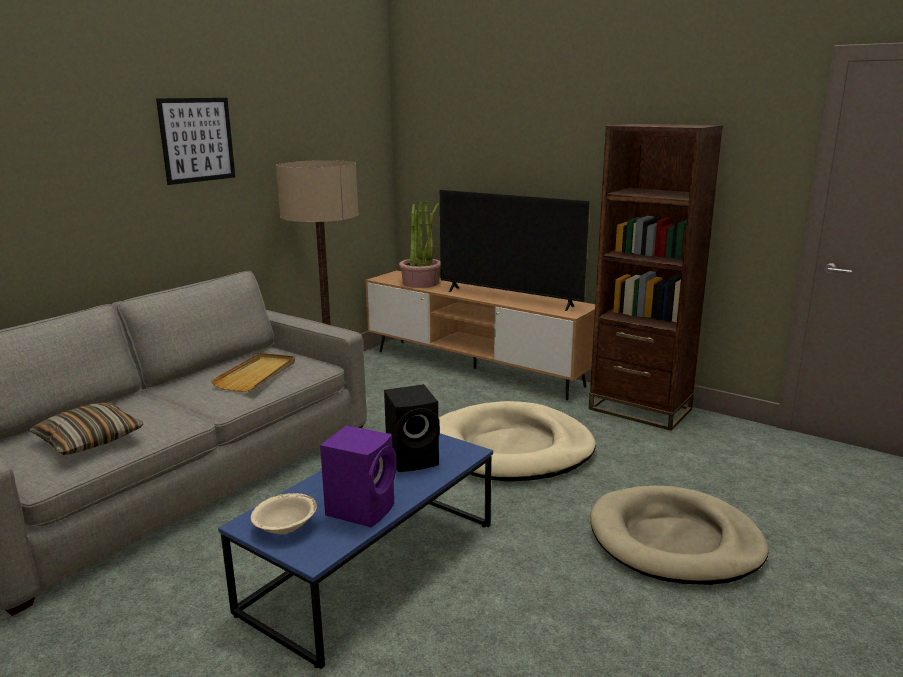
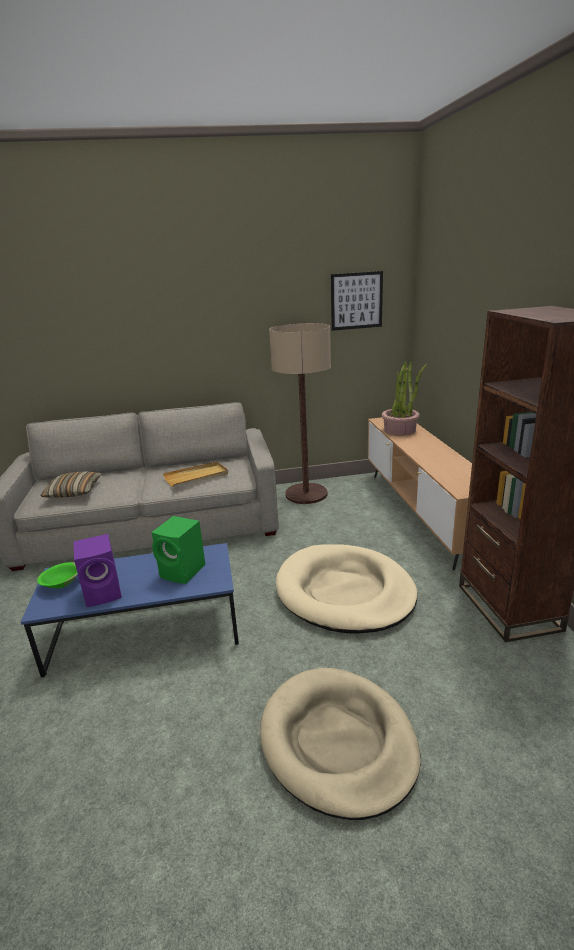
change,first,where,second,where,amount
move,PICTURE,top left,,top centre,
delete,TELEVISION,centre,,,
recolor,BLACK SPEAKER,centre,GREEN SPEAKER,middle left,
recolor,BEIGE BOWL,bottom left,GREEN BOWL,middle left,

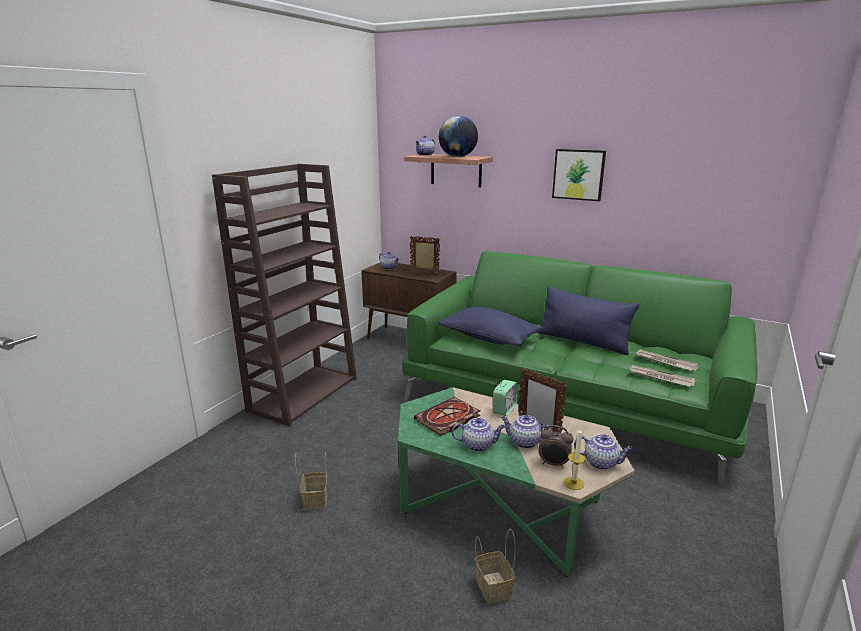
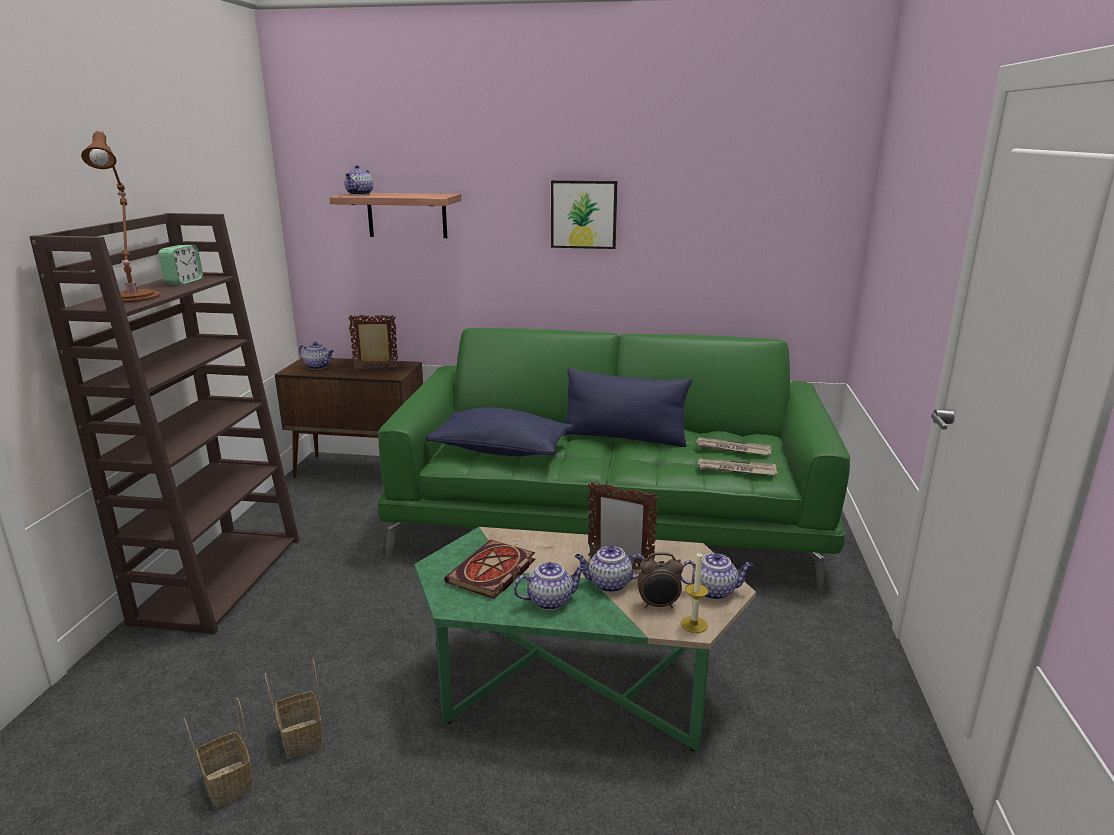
change,first,where,second,where,amount
delete,GLOBE,top centre,,,
move,ALARM CLOCK (1st from left),centre,,top left,
move,BASKET (2nd from left in the first image),bottom centre,BASKET (1st from left),bottom left,
insert,,,BROWN TABLE LAMP,top left,

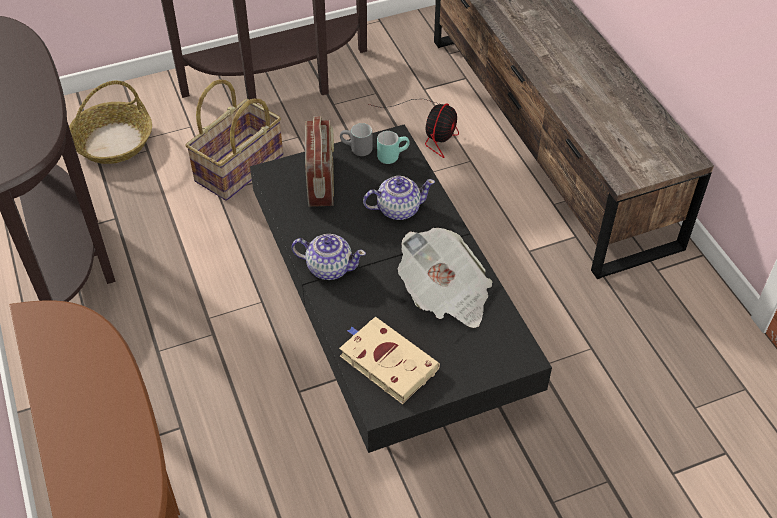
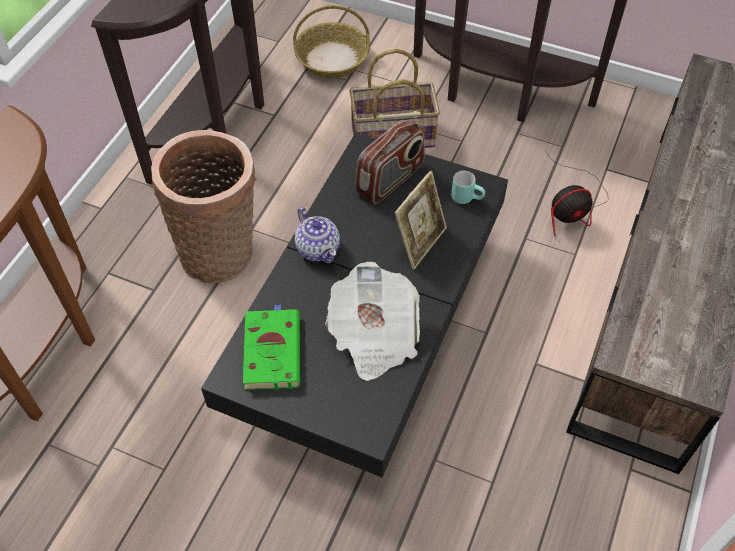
change,first,where,second,where,amount
delete,GREY MUG,top centre,,,
replace,TEAPOT (2nd from left),centre,PICTURE FRAME,centre,
recolor,BEIGE BOOK,bottom centre,GREEN BOOK,centre,
insert,,,BASKET (1st from left),middle left,

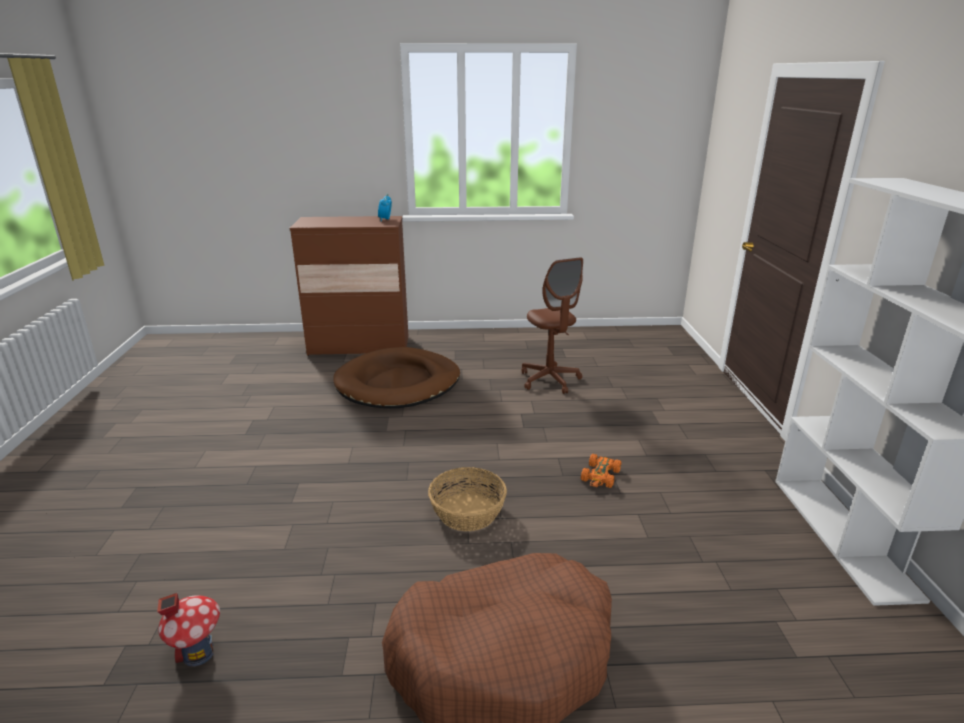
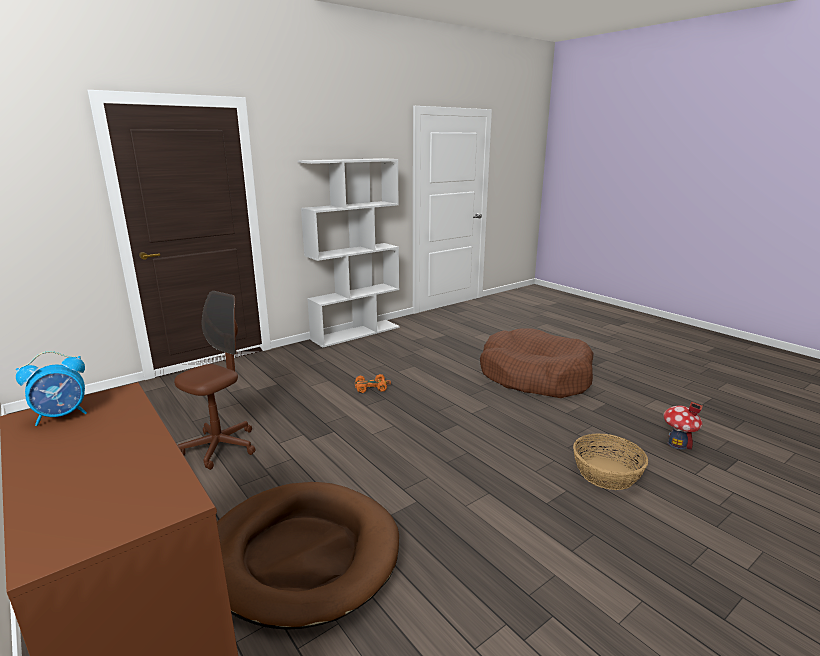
change,first,where,second,where,amount
move,BASKET,bottom centre,,bottom right,

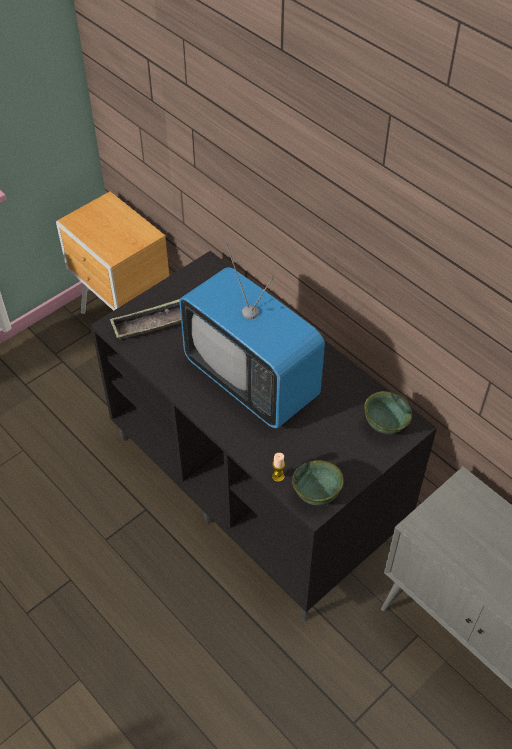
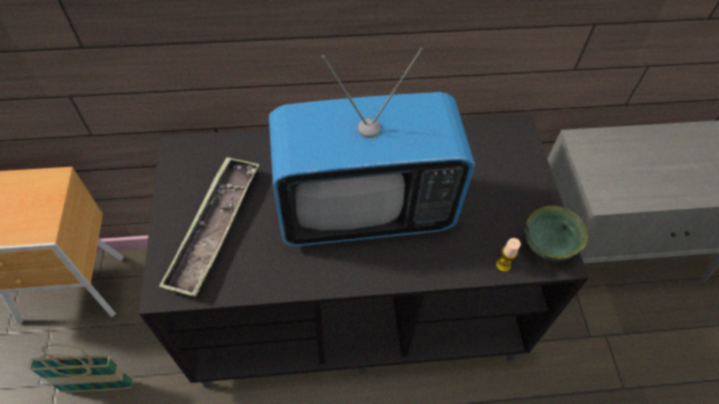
change,first,where,second,where,amount
delete,GREEN BOWL (2nd from left),middle right,,,
insert,,,BASKET,bottom left,

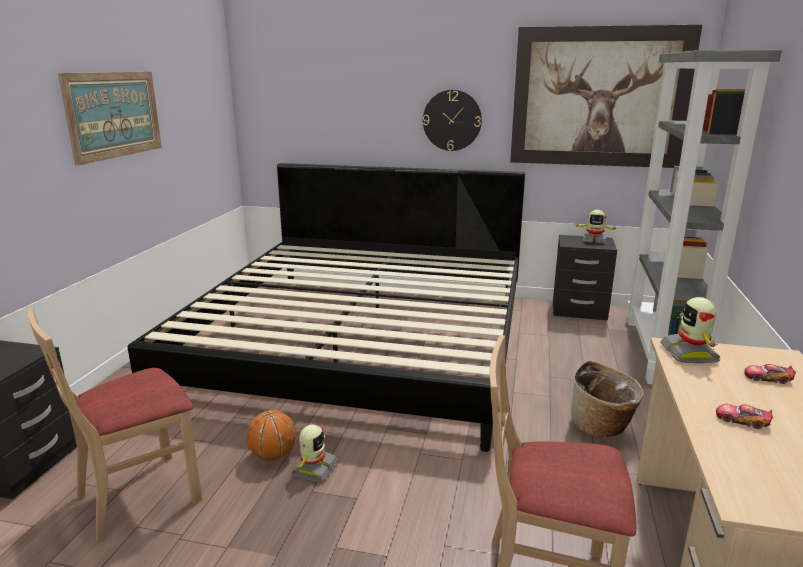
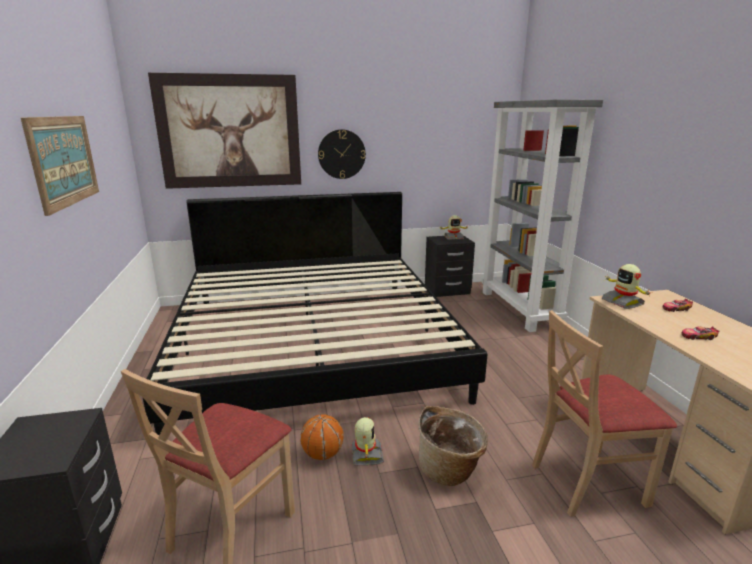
change,first,where,second,where,amount
move,PICTURE (2nd from left),top right,,top left,
move,BASKET,bottom right,,bottom centre,

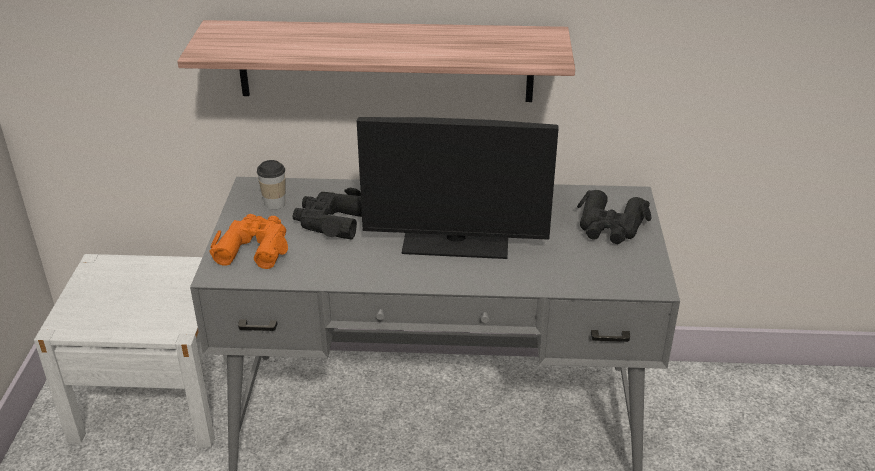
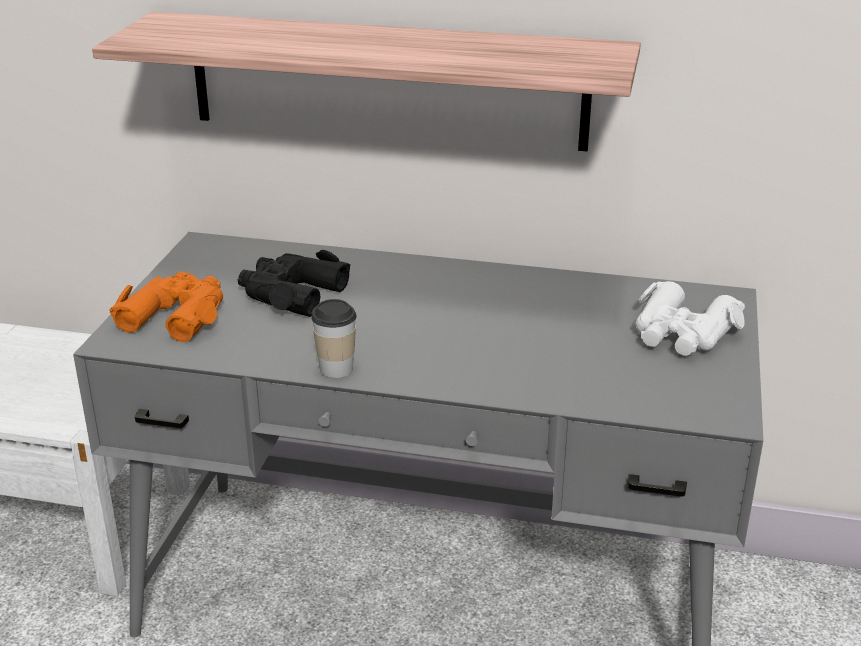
change,first,where,second,where,amount
delete,MONITOR,centre,,,
move,CUP,middle left,,centre,
recolor,BLACK BINOCULARS (2nd from left),middle right,WHITE BINOCULARS,middle right,

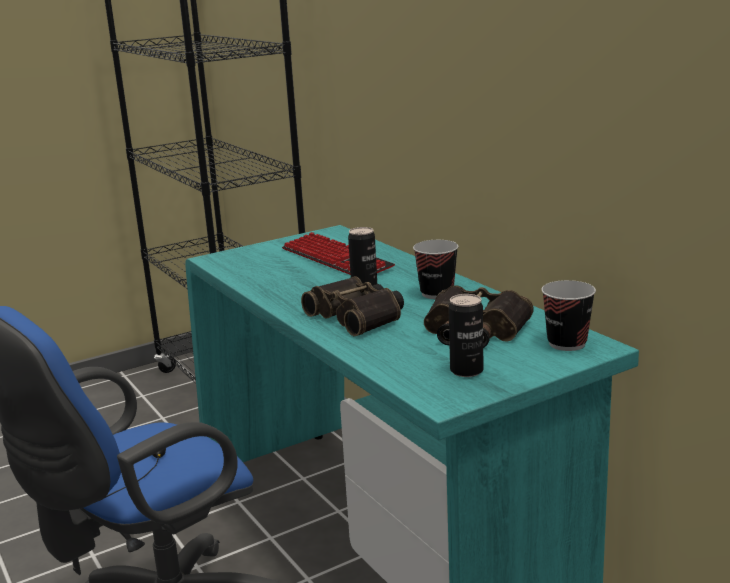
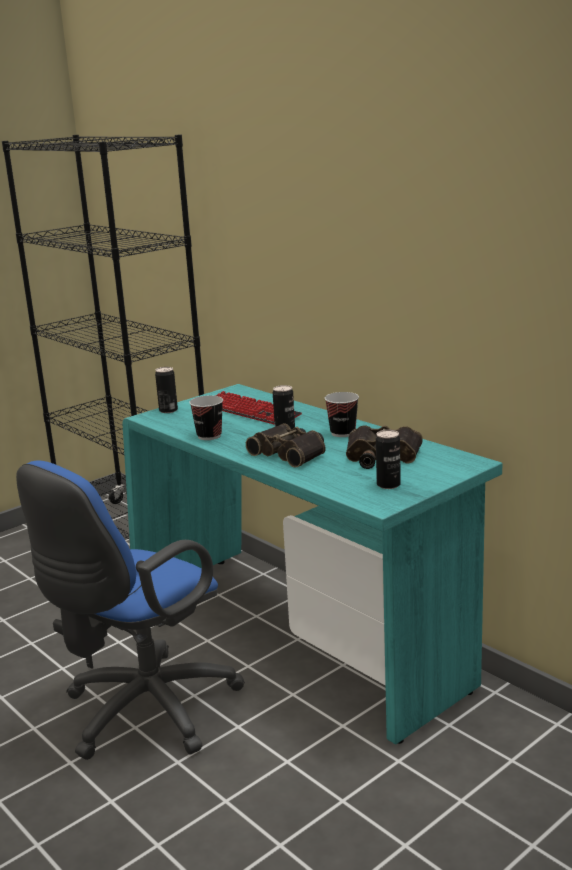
change,first,where,second,where,amount
move,CUP (2nd from left in the first image),middle right,CUP (1st from left),centre,
insert,,,CAN (1st from left),middle left,

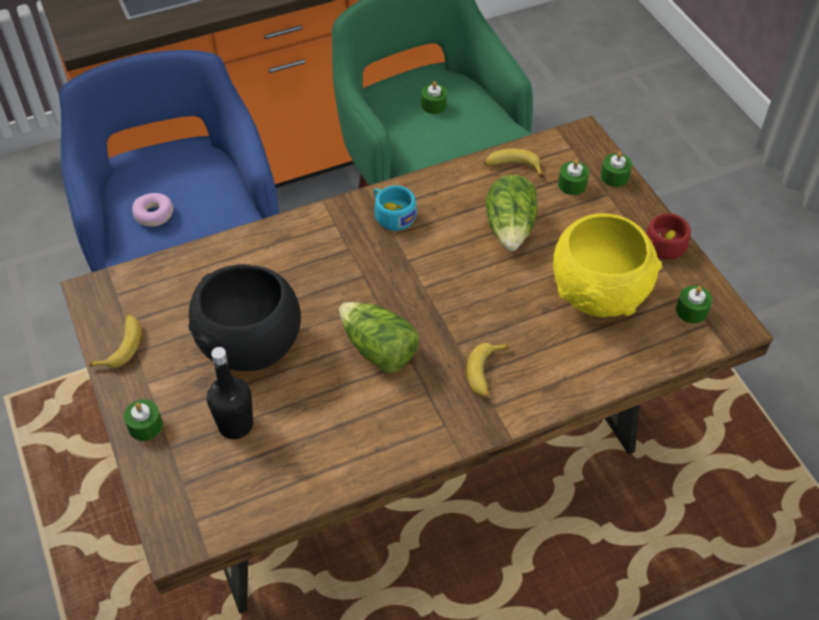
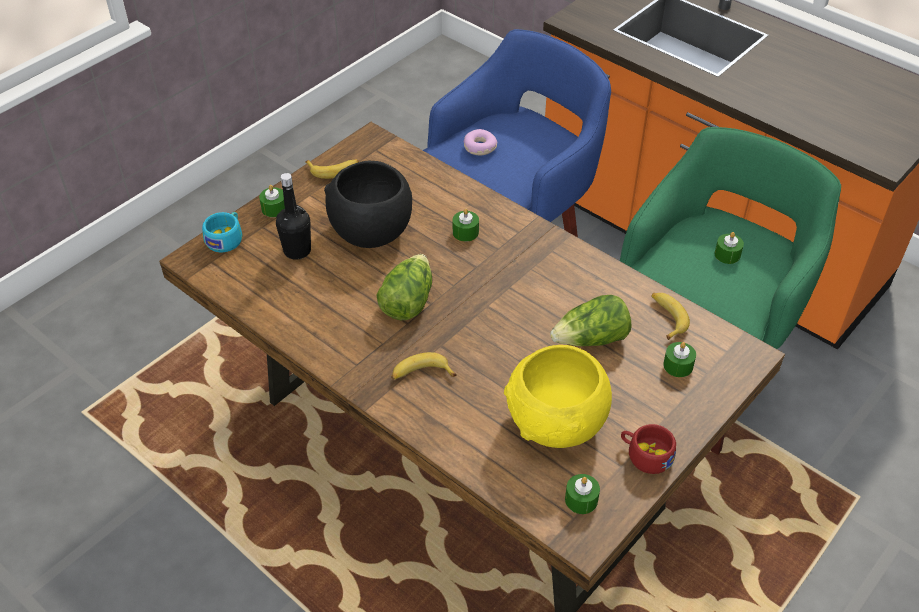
change,first,where,second,where,amount
move,GREEN CANDLE (4th from left in the first image),top right,GREEN CANDLE (2nd from left),centre,
move,TURQUOISE CUP,centre,,middle left,

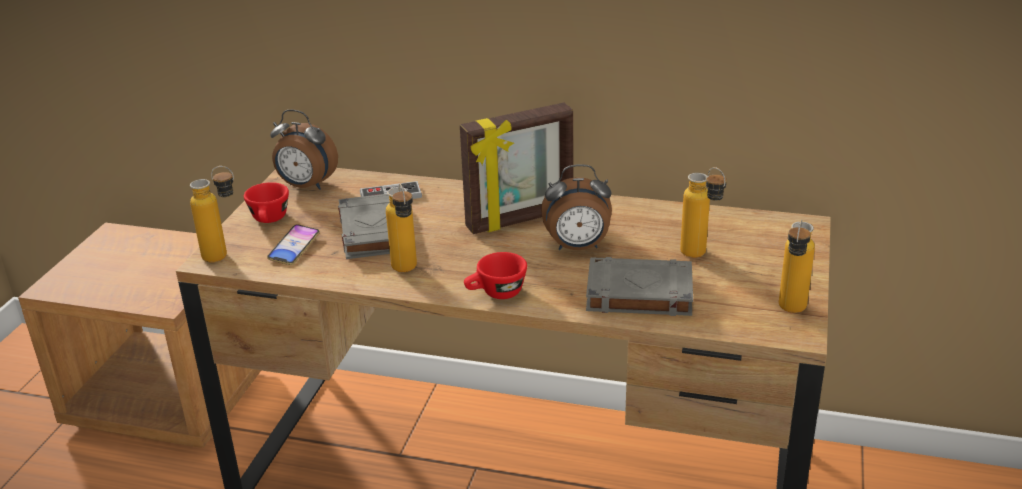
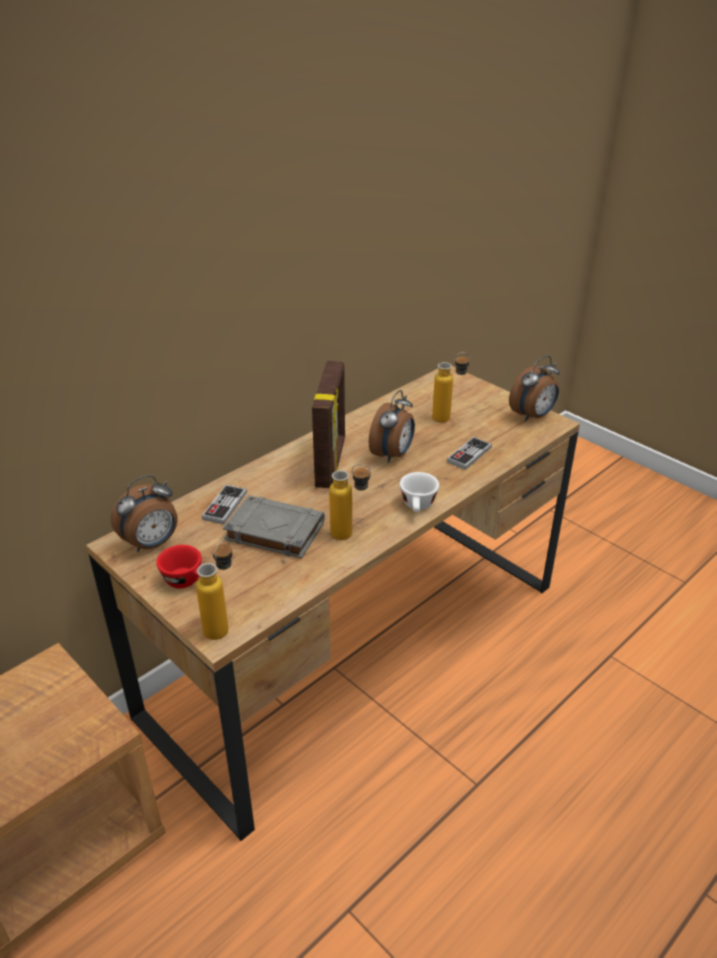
change,first,where,second,where,amount
replace,BOTTLE (4th from left),middle right,ALARM CLOCK (3rd from left),middle right,
delete,PHONE,middle left,,,
recolor,RED CUP (2nd from left),centre,WHITE CUP,centre,
replace,GREY BOOK (2nd from left),centre,GAME CONTROLLER (2nd from left),centre,

